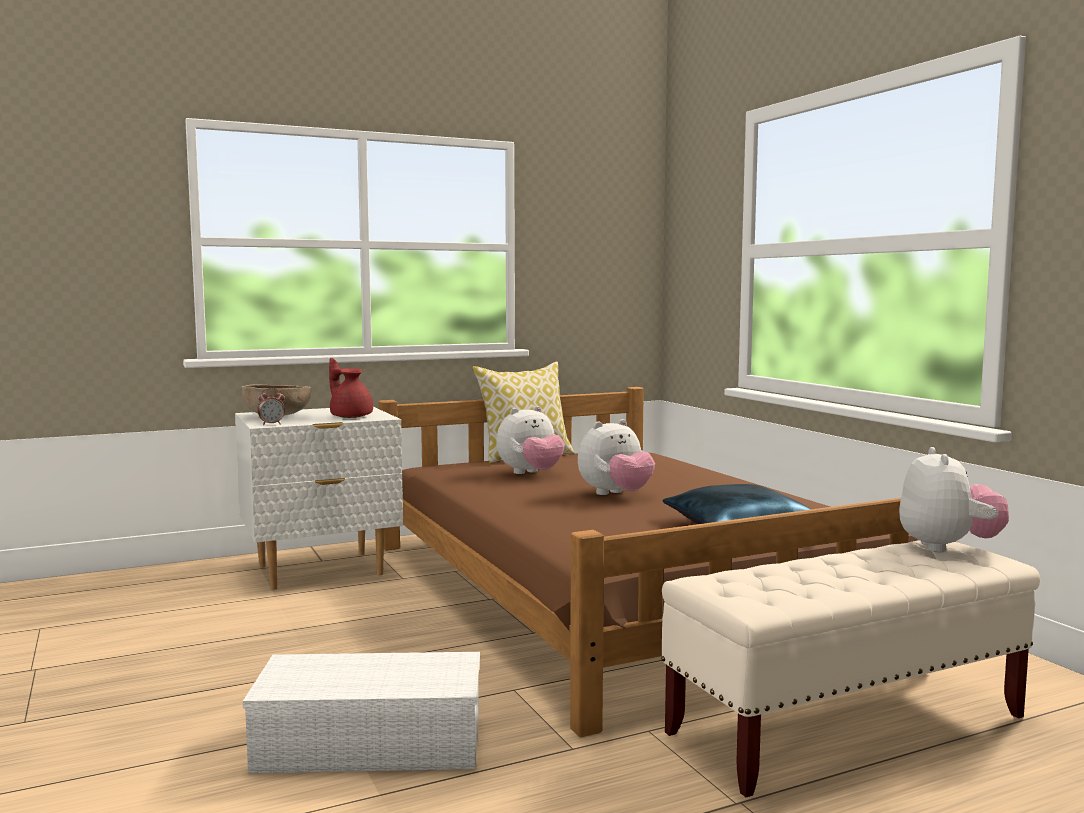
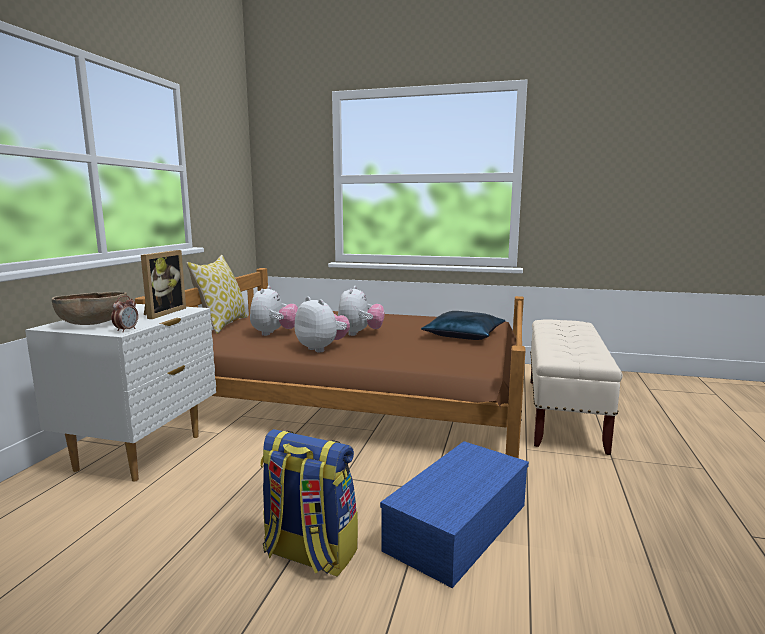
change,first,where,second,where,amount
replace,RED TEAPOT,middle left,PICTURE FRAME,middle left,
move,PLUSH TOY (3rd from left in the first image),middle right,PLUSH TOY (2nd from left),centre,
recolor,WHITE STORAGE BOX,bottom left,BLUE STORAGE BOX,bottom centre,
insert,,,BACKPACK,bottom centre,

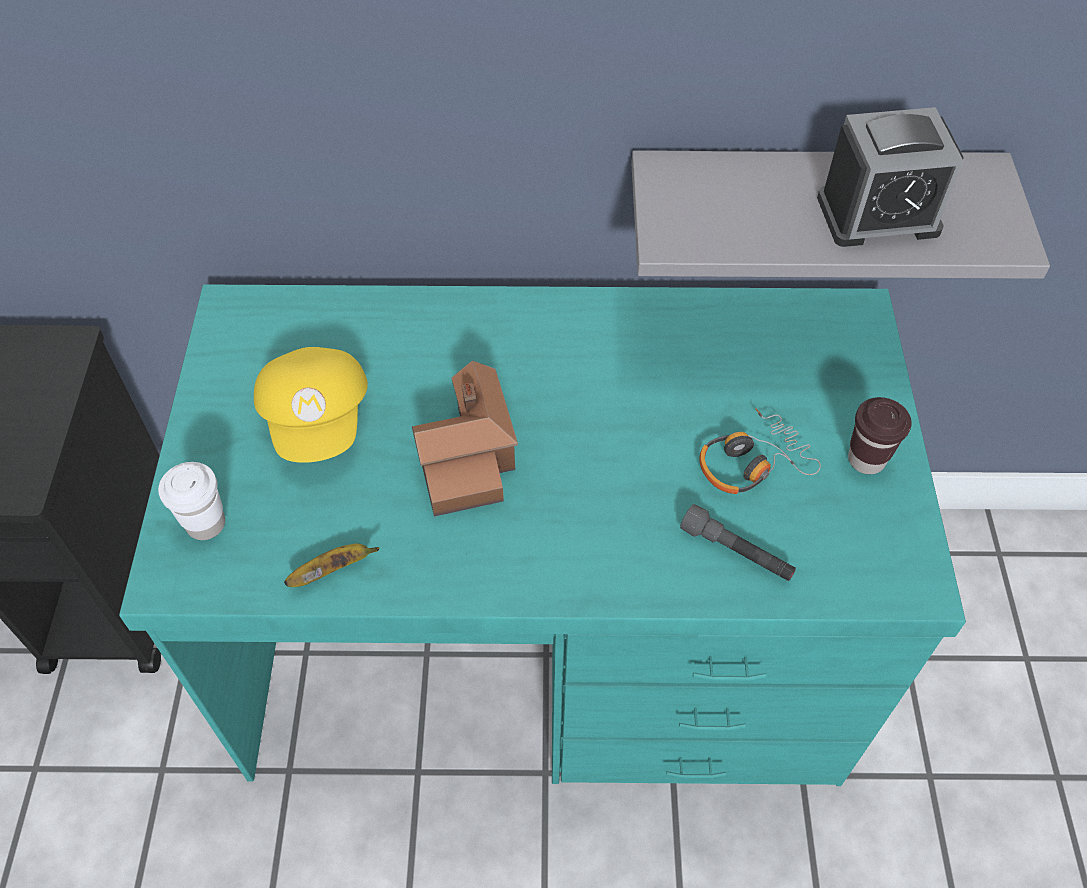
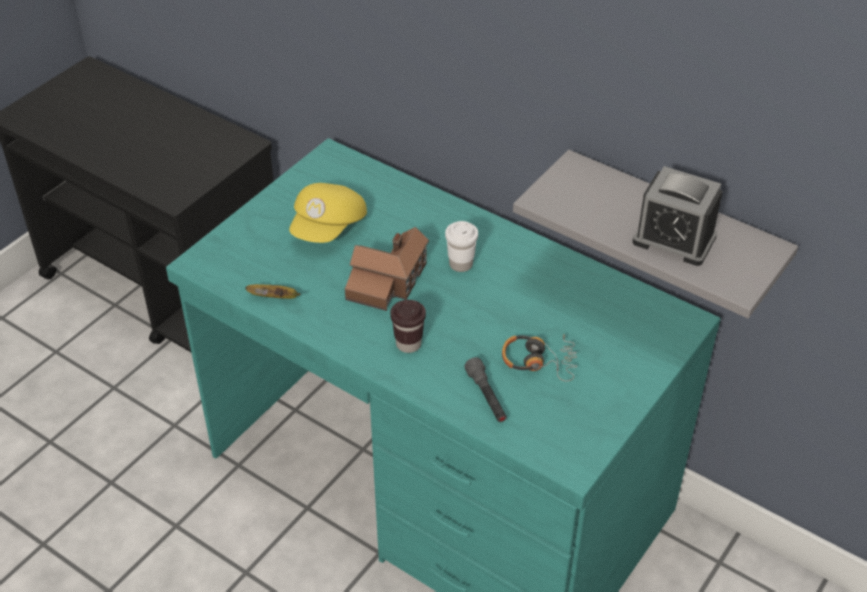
change,first,where,second,where,amount
move,BROWN CUP,middle right,,centre,
move,WHITE CUP,middle left,,centre,

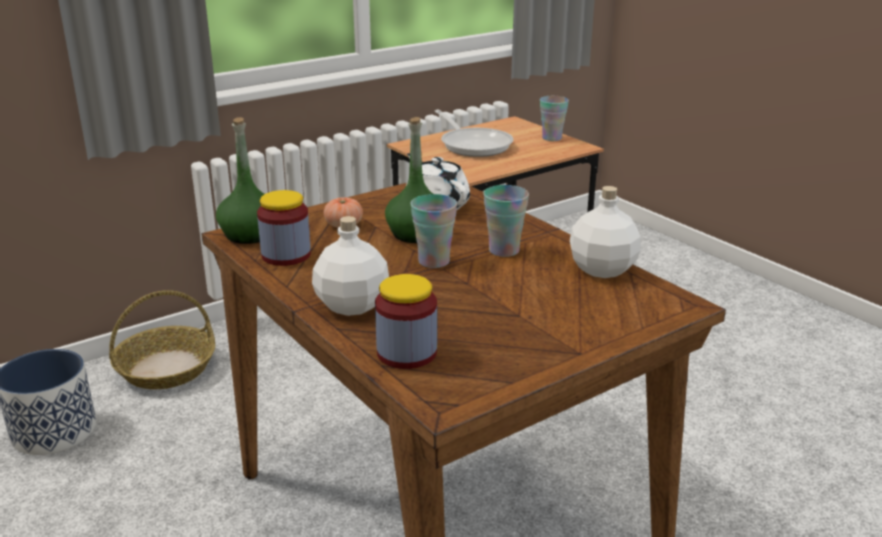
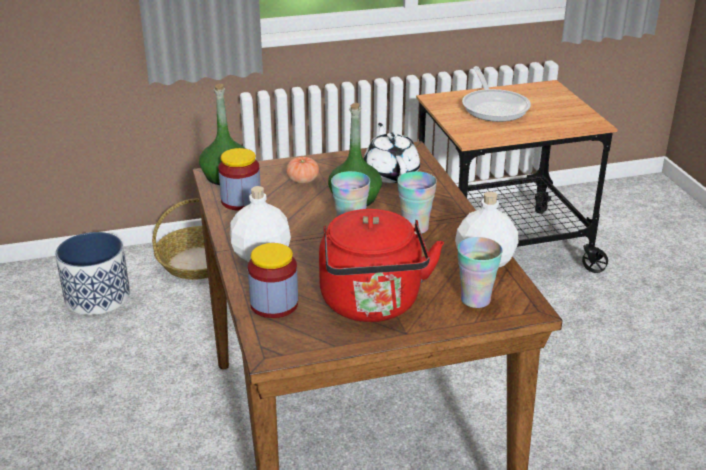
change,first,where,second,where,amount
move,CUP (3rd from left),top centre,,middle right,
insert,,,RED KETTLE,centre,

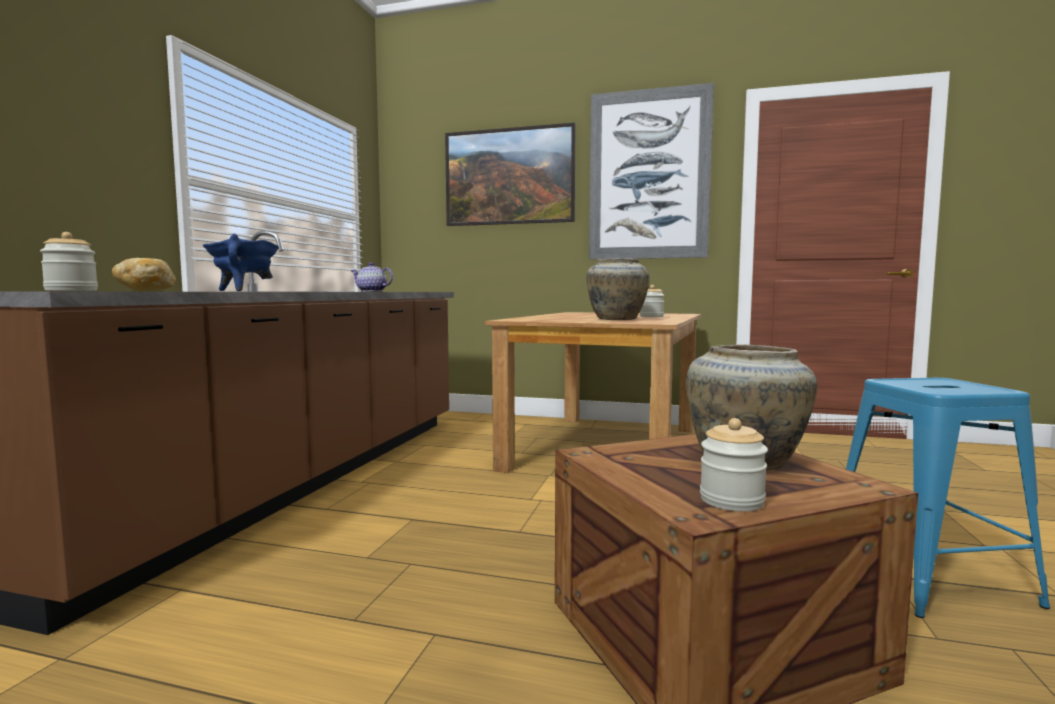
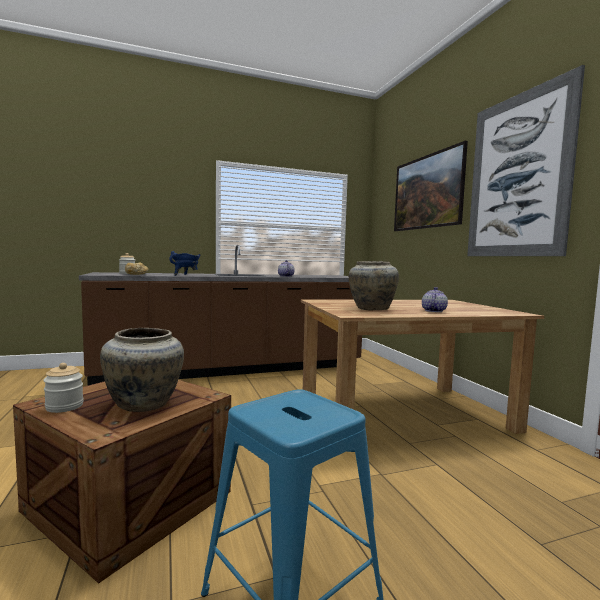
change,first,where,second,where,amount
replace,JAR (2nd from left),centre,TEAPOT (2nd from left),middle right,

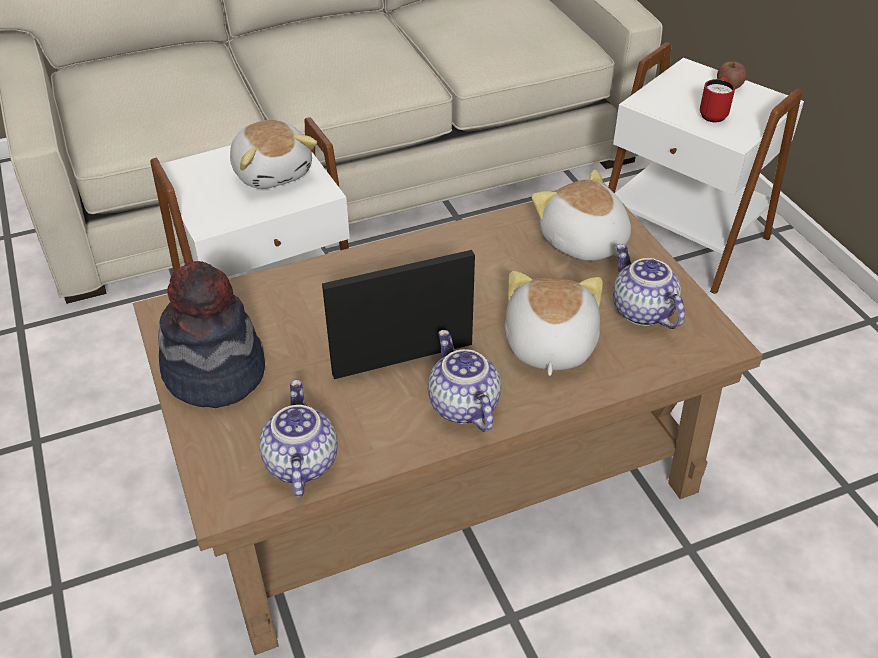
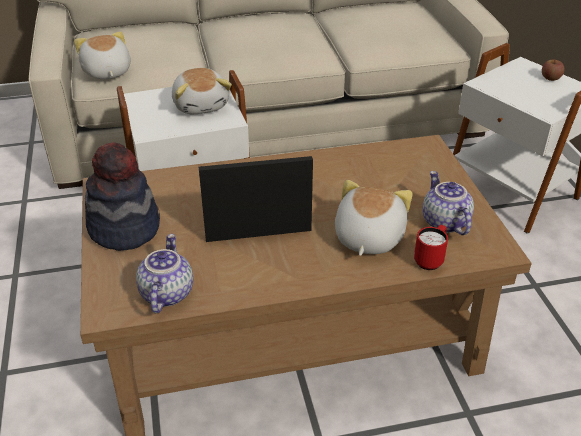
change,first,where,second,where,amount
move,RED MUG,top right,,middle right,
move,PLUSH TOY (3rd from left in the first image),top centre,PLUSH TOY (1st from left),top left,
delete,TEAPOT (2nd from left),centre,,,

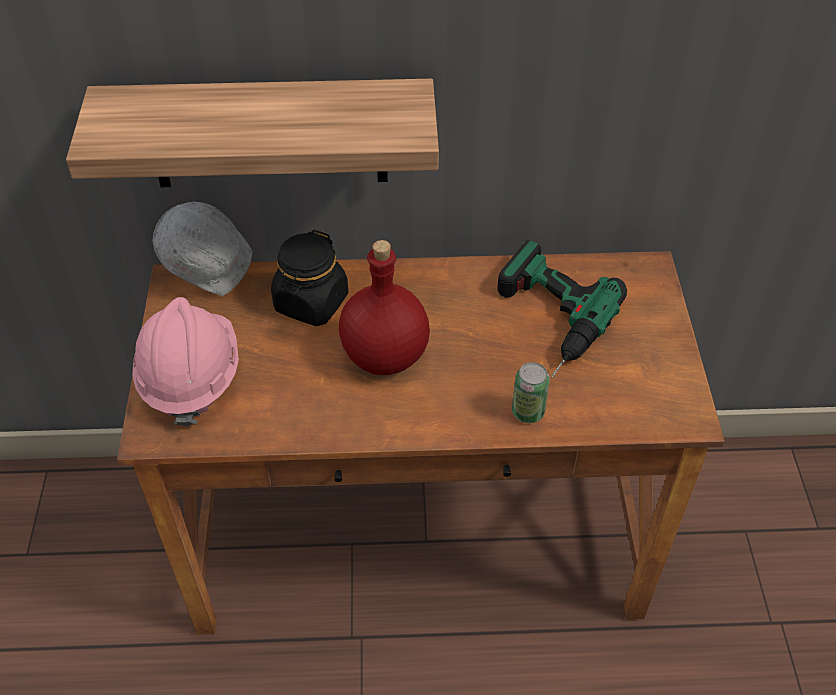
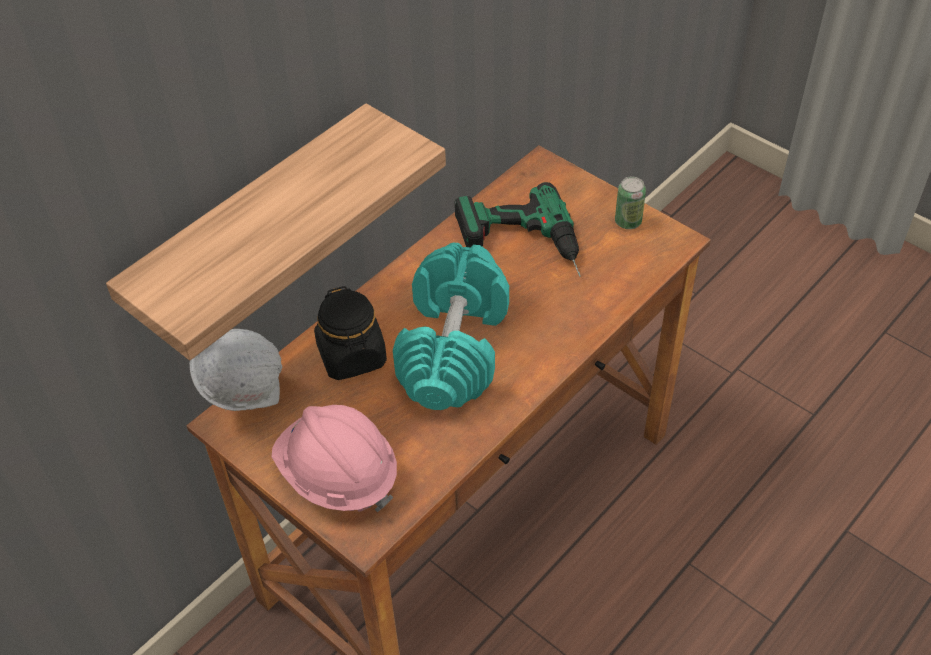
change,first,where,second,where,amount
replace,RED BOTTLE,centre,TURQUOISE DUMBBELL,centre,
move,CAN,centre,,top right,

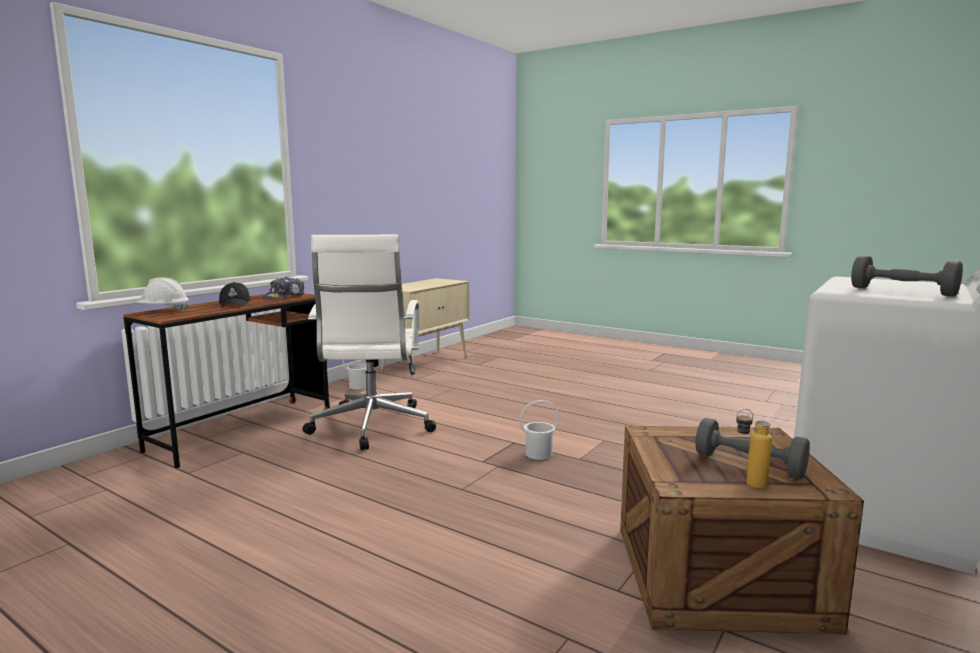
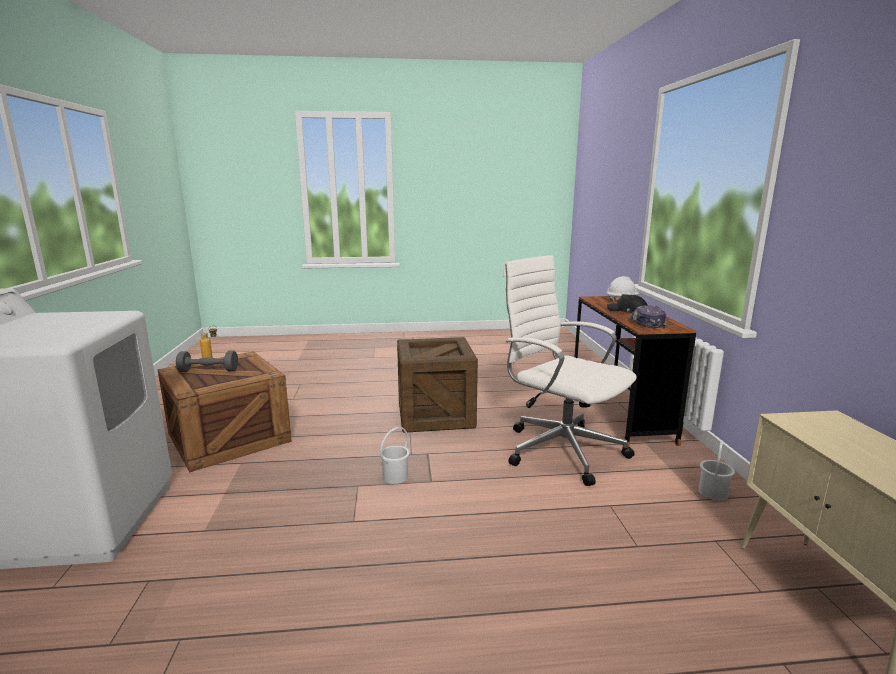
change,first,where,second,where,amount
delete,GREY DUMBBELL (2nd from left),middle right,,,
insert,,,CRATE (2nd from left),centre,

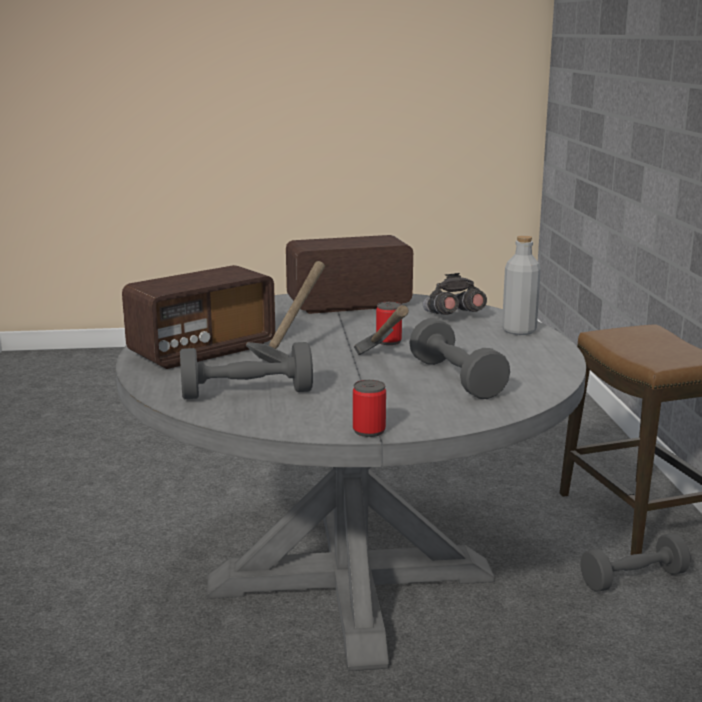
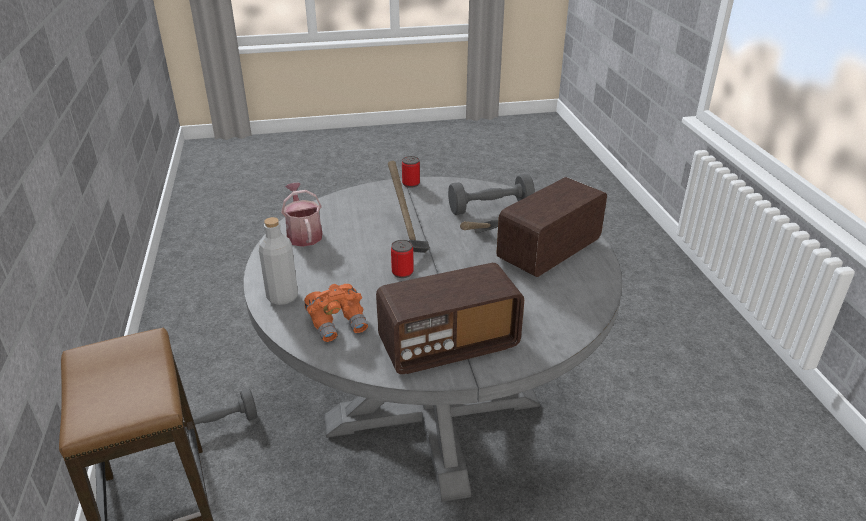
change,first,where,second,where,amount
recolor,GREY BINOCULARS,centre,ORANGE BINOCULARS,centre,
delete,GREY DUMBBELL (2nd from left),centre,,,
insert,,,WATERING CAN,centre,

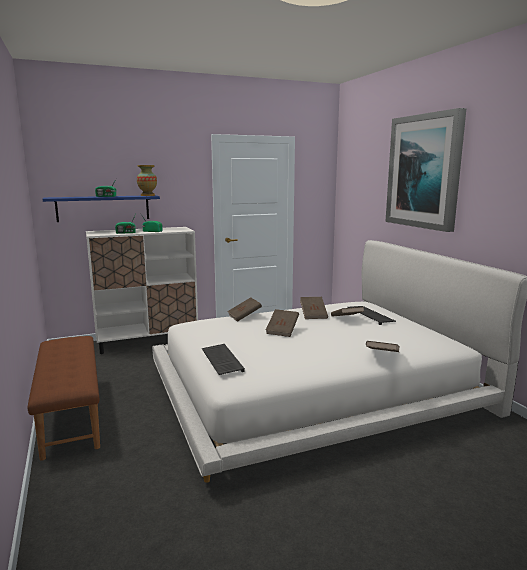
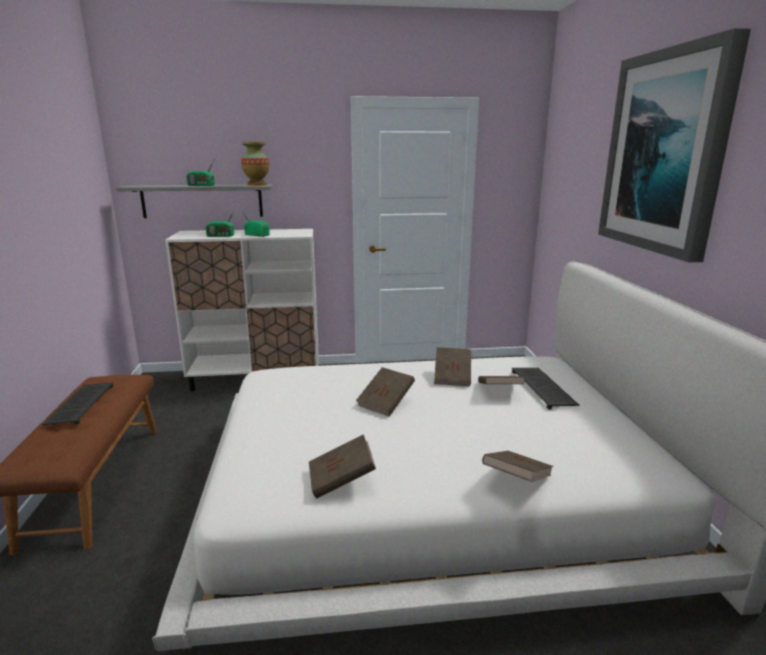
change,first,where,second,where,amount
recolor,BLUE SHELF,middle left,GREY SHELF,top left,
move,BROWN BOOK (1st from left),centre,,bottom centre,
move,KEYBOARD (1st from left),centre,,middle left,

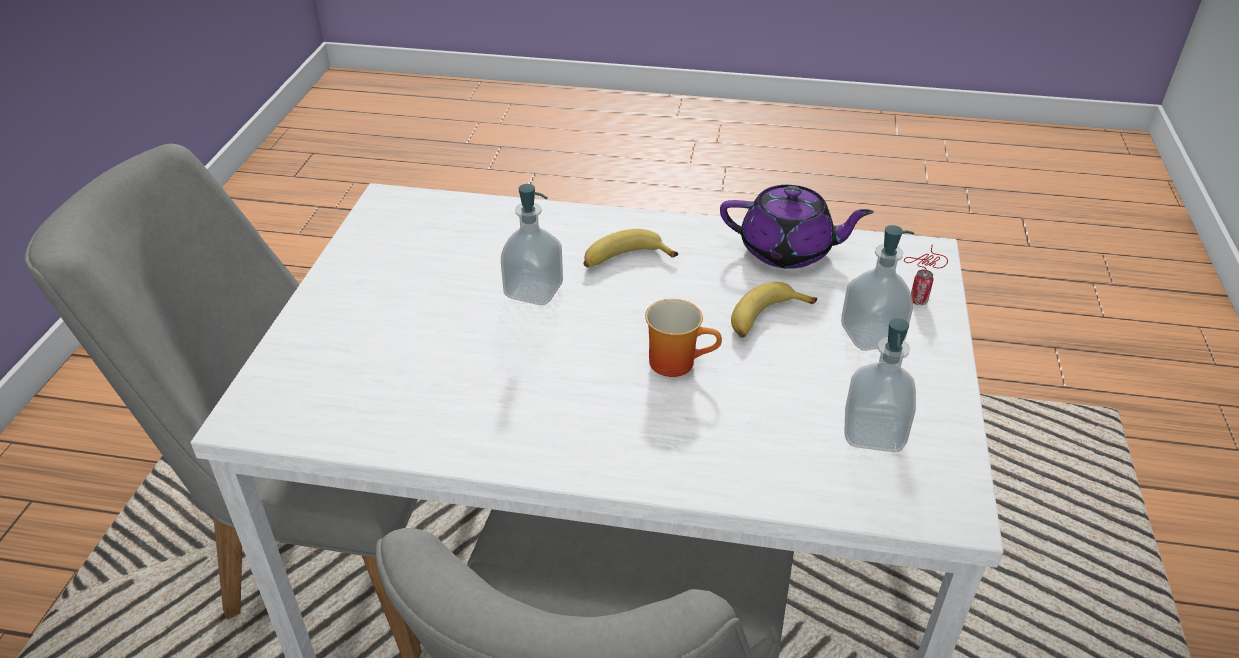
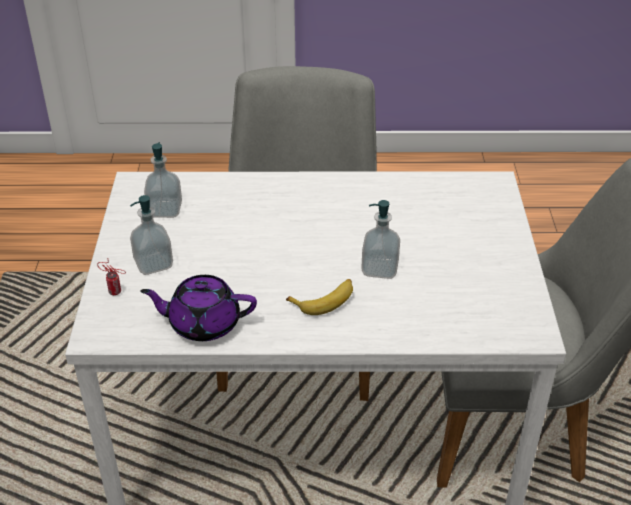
change,first,where,second,where,amount
delete,BANANA (2nd from left),centre,,,
delete,MUG,centre,,,

